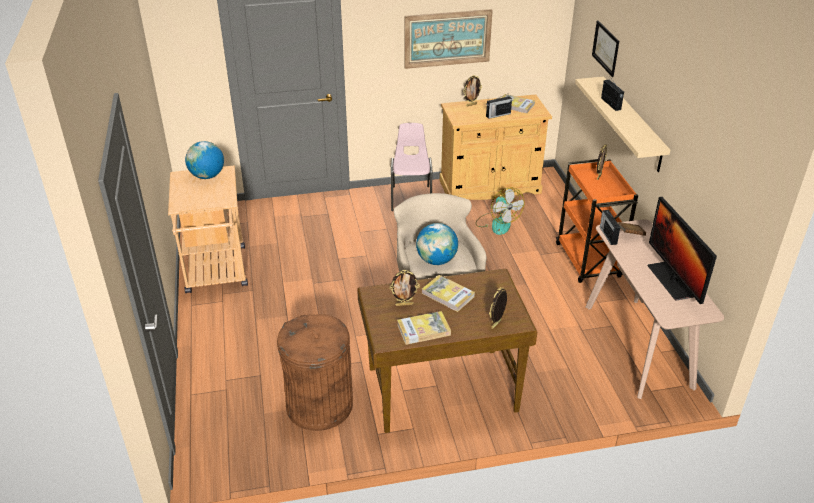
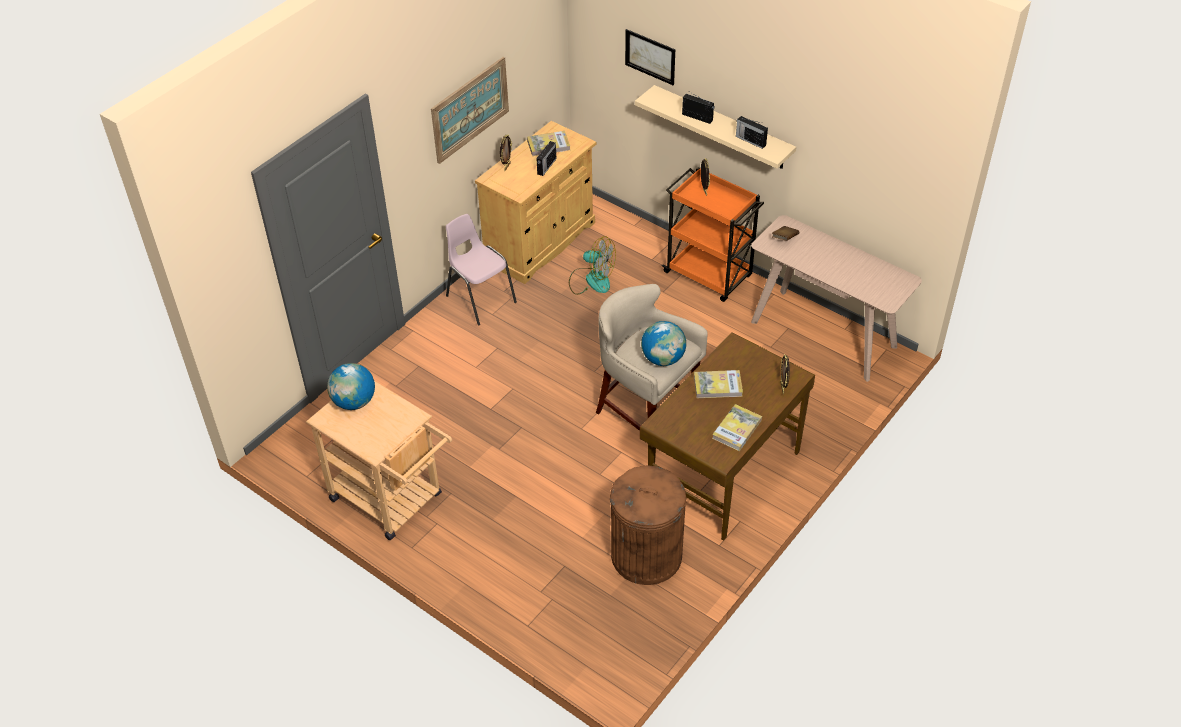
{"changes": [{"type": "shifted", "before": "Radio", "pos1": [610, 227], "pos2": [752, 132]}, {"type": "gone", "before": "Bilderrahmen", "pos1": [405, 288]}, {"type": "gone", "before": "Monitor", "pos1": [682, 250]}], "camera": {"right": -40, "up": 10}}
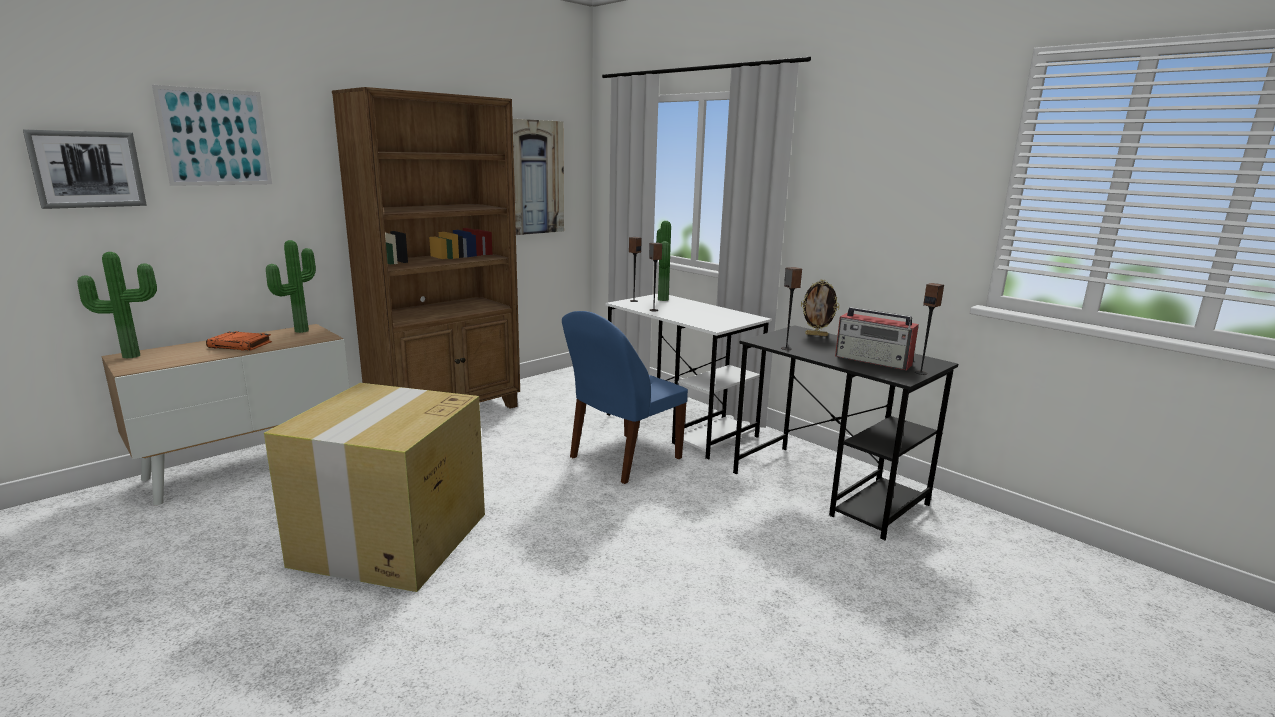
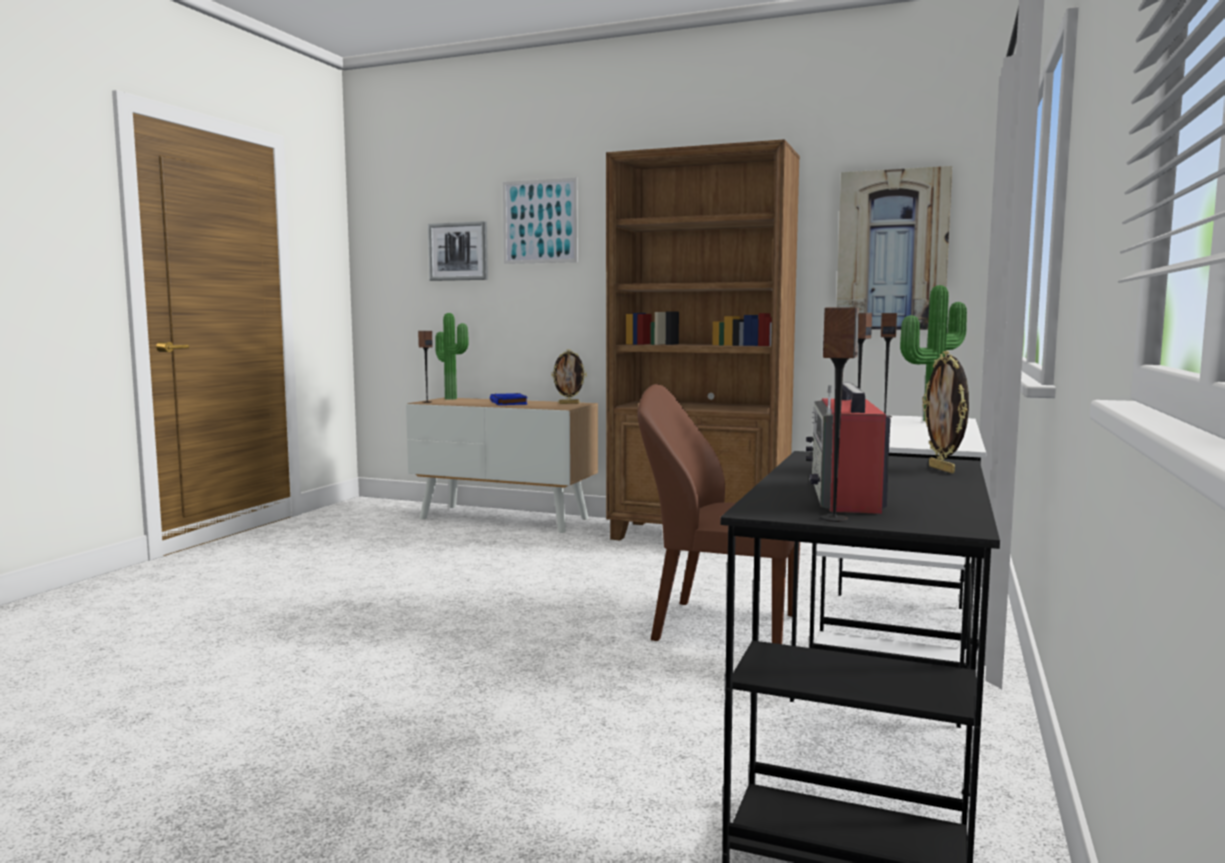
{"changes": [{"type": "shifted", "before": "Lautsprecher", "pos1": [791, 308], "pos2": [425, 367]}, {"type": "repainted", "before": "Buch (orange)", "after": "Buch (blau)", "pos1": [239, 341], "pos2": [509, 399]}, {"type": "swapped", "before": "Topfpflanze", "after": "Bilderrahmen", "pos1": [291, 286], "pos2": [569, 377]}, {"type": "repainted", "before": "Stuhl (blau)", "after": "Stuhl (braun)", "pos1": [625, 397], "pos2": [718, 514]}, {"type": "gone", "before": "Karton", "pos1": [374, 487]}], "camera": {"right": 65, "up": -10}}
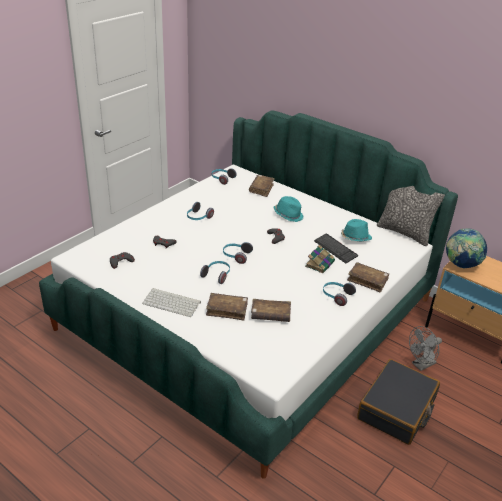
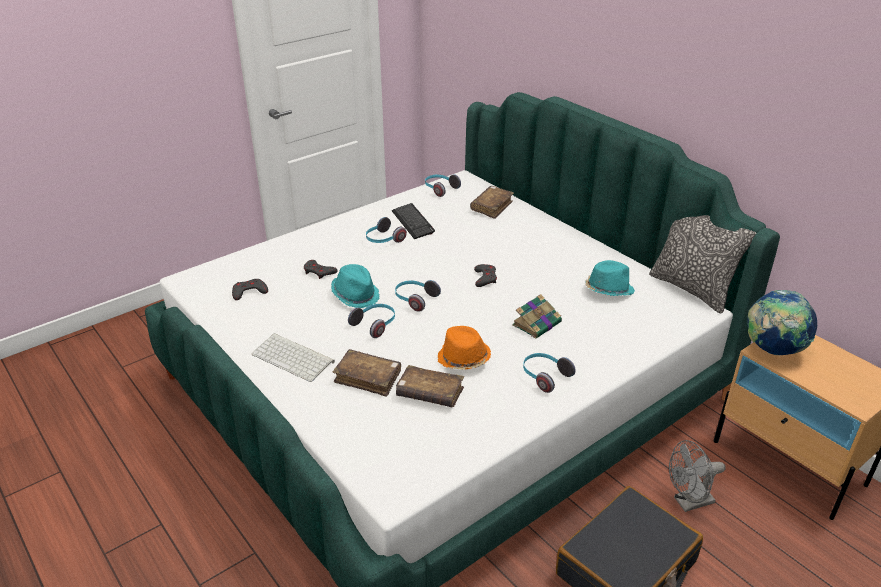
{"changes": [{"type": "shifted", "before": "Hut (türkis)", "pos1": [288, 209], "pos2": [355, 286]}, {"type": "shifted", "before": "Tastatur", "pos1": [336, 249], "pos2": [413, 221]}, {"type": "new", "after": "Hut (orange)", "pos2": [464, 348]}, {"type": "gone", "before": "Buch (braun)", "pos1": [368, 277]}], "camera": {"right": 15, "up": 0}}
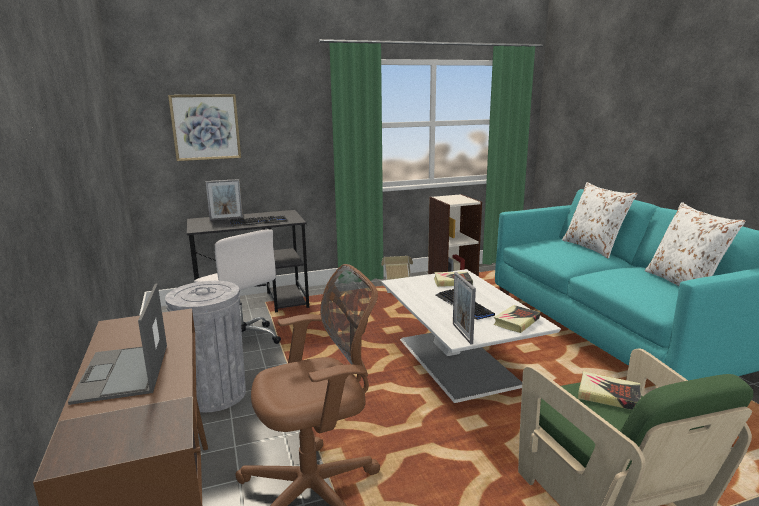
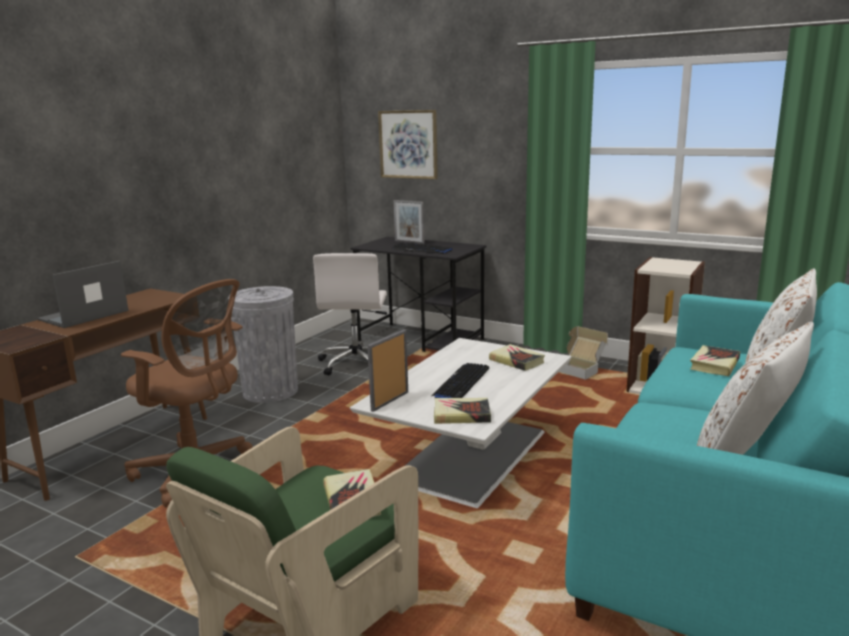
{"changes": [{"type": "new", "after": "Buch", "pos2": [715, 360]}], "camera": {"right": 50, "up": 0}}
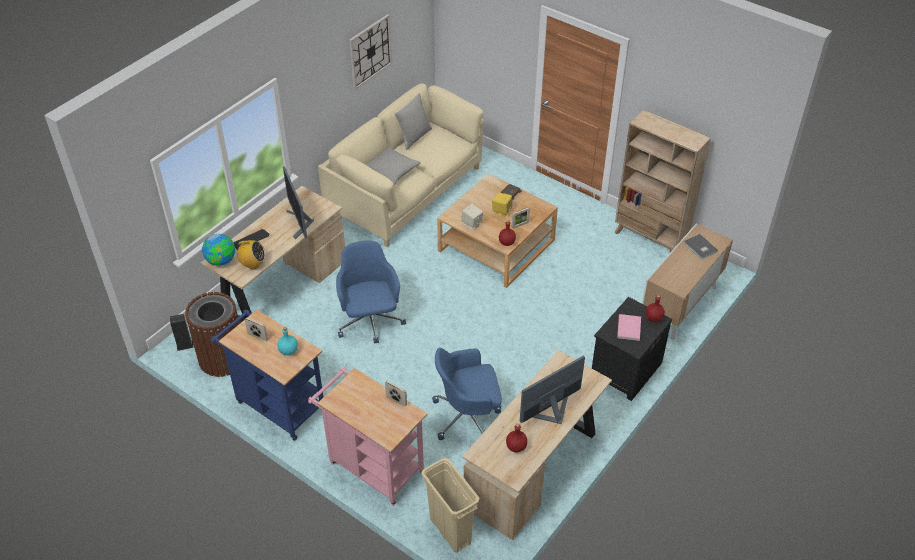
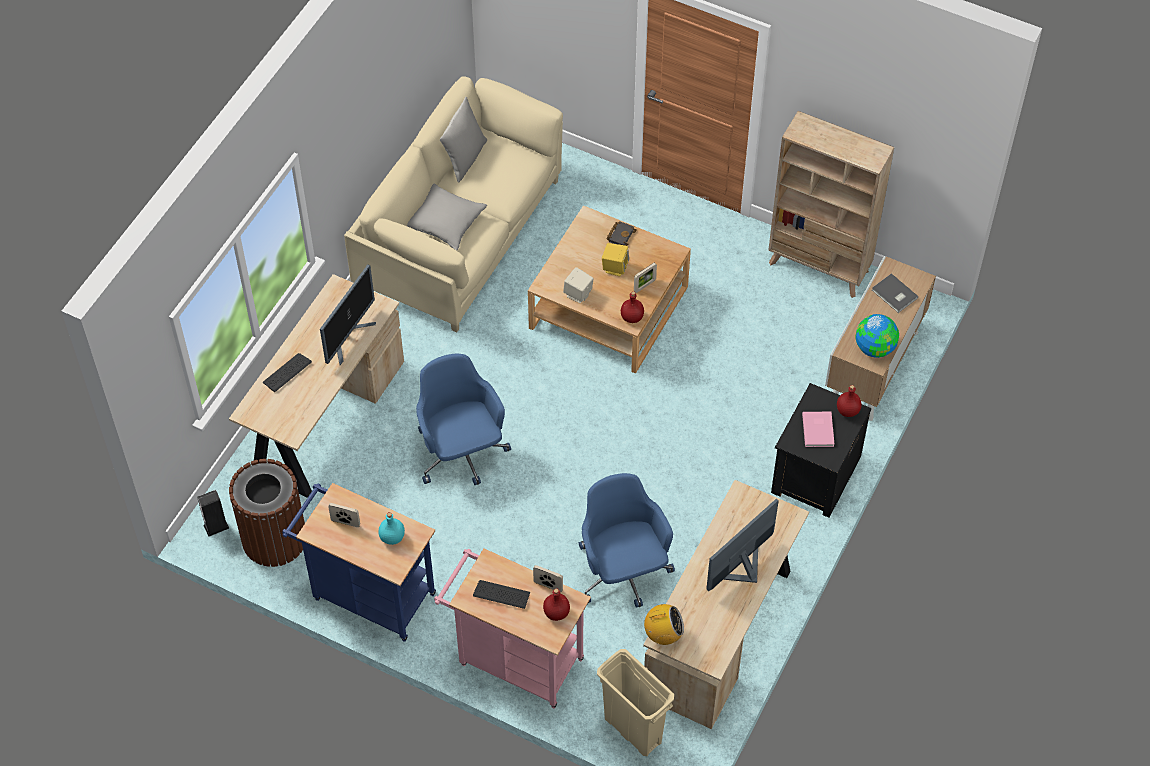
{"changes": [{"type": "rotated", "before": "Monitor", "pos1": [298, 203], "pos2": [348, 314], "turn": -120}, {"type": "new", "after": "Tastatur", "pos2": [501, 594]}, {"type": "shifted", "before": "Flasche (rot)", "pos1": [516, 438], "pos2": [556, 604]}, {"type": "rotated", "before": "Bürostuhl (blau)", "pos1": [467, 394], "pos2": [627, 540], "turn": 90}, {"type": "shifted", "before": "Radio", "pos1": [249, 254], "pos2": [664, 624]}, {"type": "shifted", "before": "Globus", "pos1": [218, 250], "pos2": [877, 336]}, {"type": "gone", "before": "Wanduhr", "pos1": [370, 52]}], "camera": {"right": -10, "up": 10}}
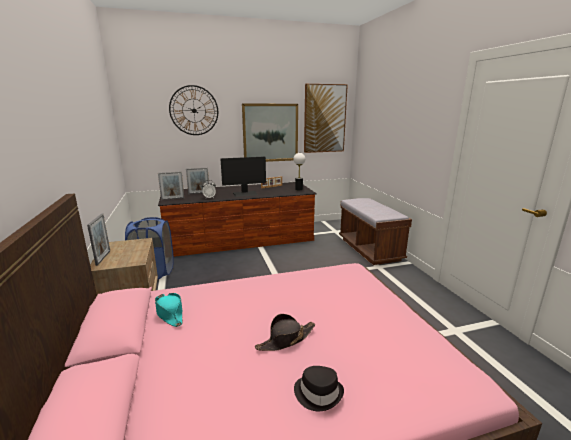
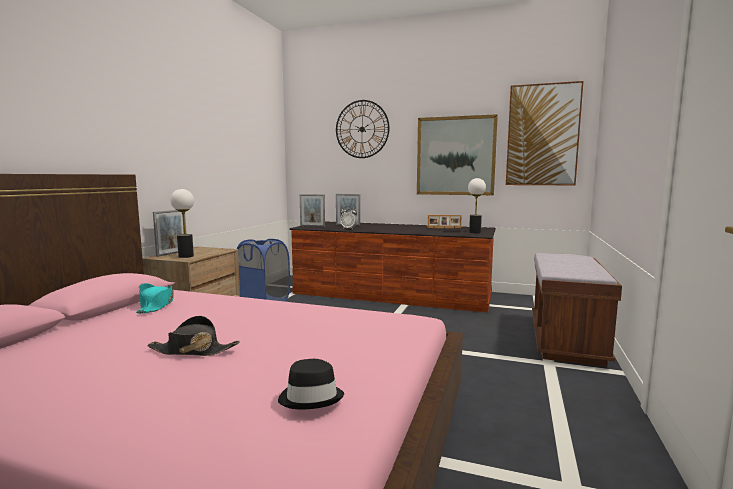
{"changes": [{"type": "new", "after": "Tischlampe", "pos2": [182, 223]}, {"type": "shifted", "before": "Hut (schwarz)", "pos1": [319, 388], "pos2": [311, 384]}, {"type": "gone", "before": "Monitor", "pos1": [243, 177]}], "camera": {"right": 35, "up": -10}}
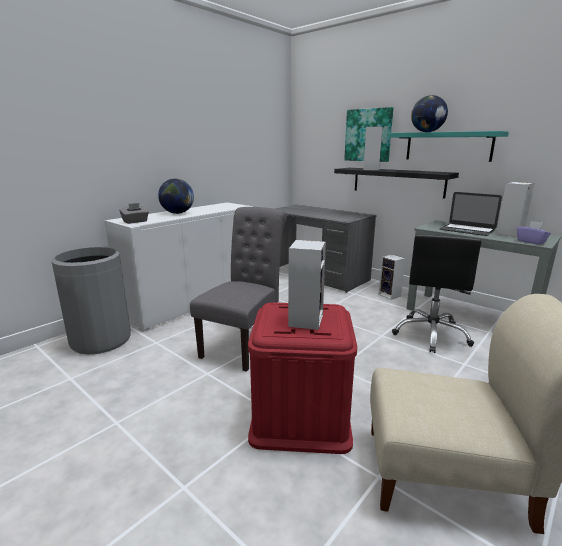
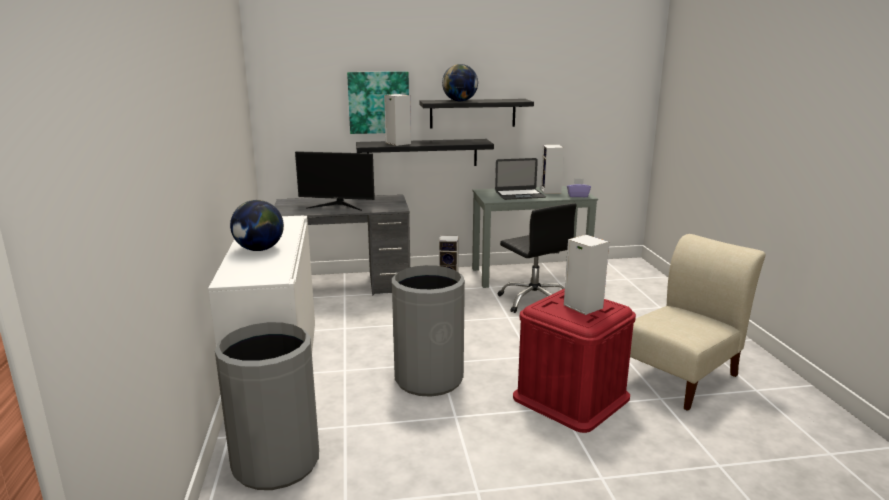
{"changes": [{"type": "new", "after": "Monitor", "pos2": [335, 181]}, {"type": "swapped", "before": "Stuhl (grau)", "after": "Mülleimer (grau)", "pos1": [238, 289], "pos2": [428, 331]}, {"type": "repainted", "before": "Wandregal (türkis)", "after": "Wandregal (schwarz)", "pos1": [448, 146], "pos2": [476, 113]}, {"type": "gone", "before": "Taschentuchbox (grau)", "pos1": [134, 213]}], "camera": {"right": -50, "up": 0}}
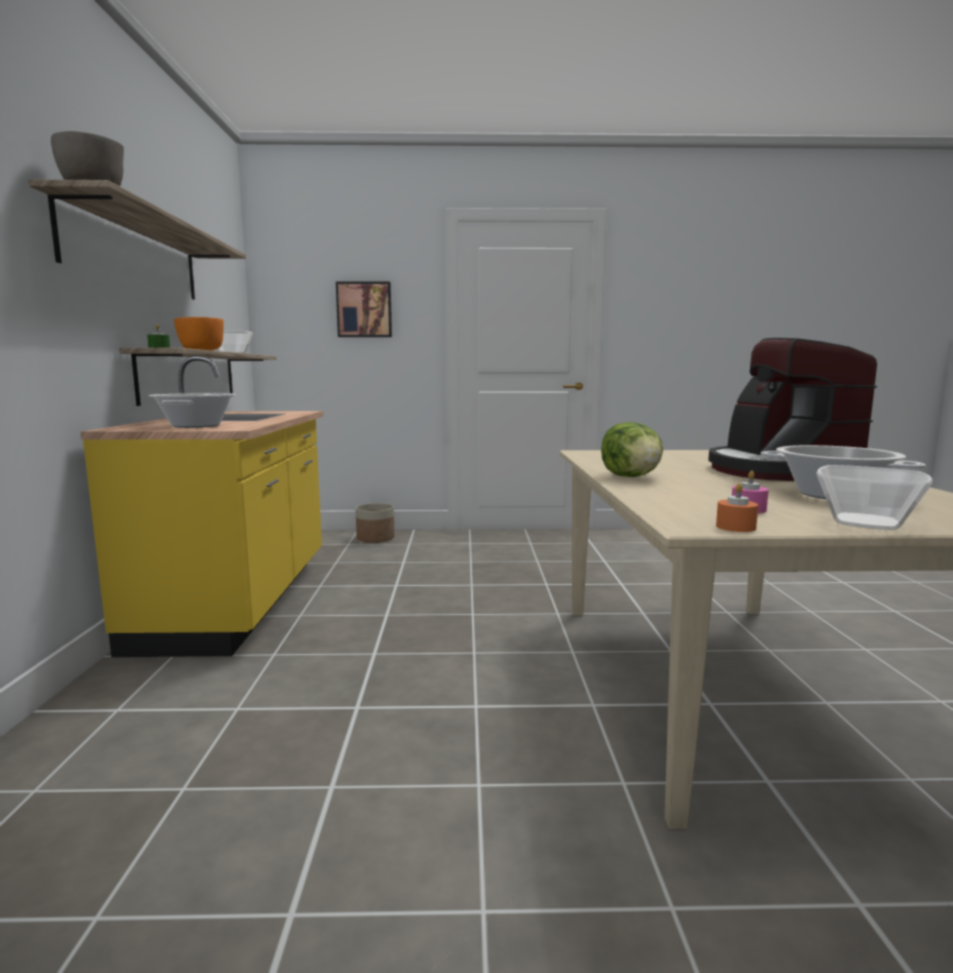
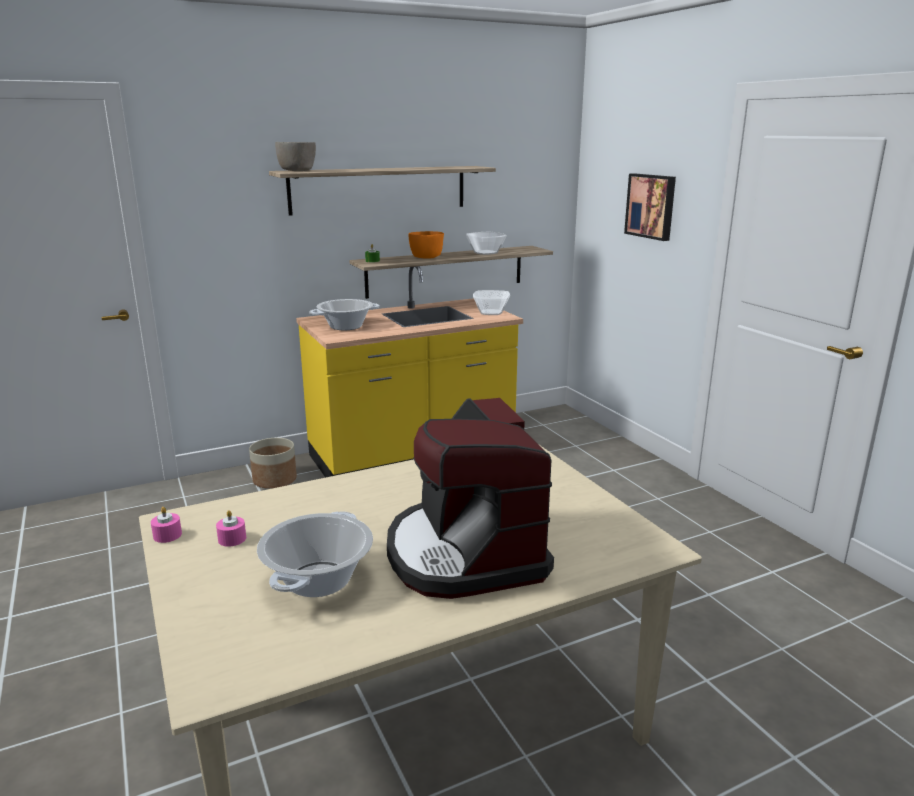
{"changes": [{"type": "repainted", "before": "Kerze (orange)", "after": "Kerze (rosa)", "pos1": [737, 507], "pos2": [166, 525]}, {"type": "shifted", "before": "Pflanzkübel", "pos1": [375, 523], "pos2": [273, 463]}, {"type": "rotated", "before": "Kaffeemaschine", "pos1": [792, 409], "pos2": [470, 498], "turn": -75}, {"type": "shifted", "before": "Schüssel", "pos1": [875, 497], "pos2": [491, 302]}, {"type": "gone", "before": "Salatkopf", "pos1": [632, 449]}], "camera": {"right": 65, "up": 10}}
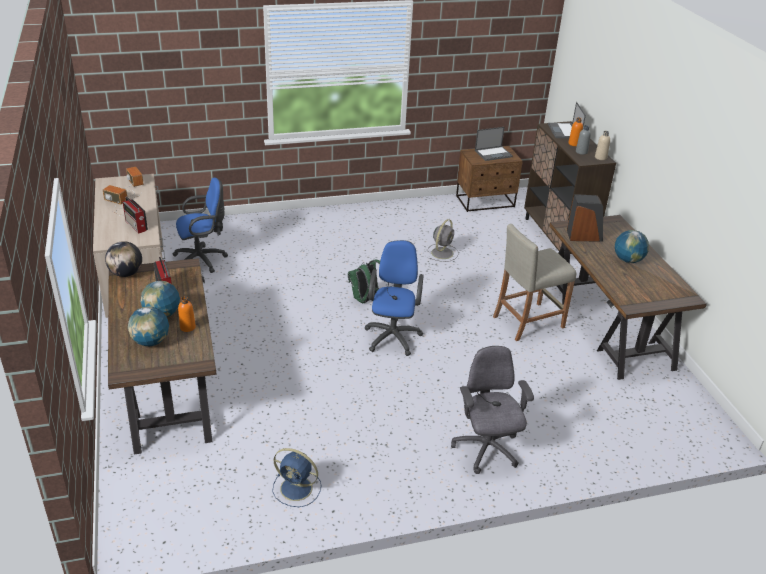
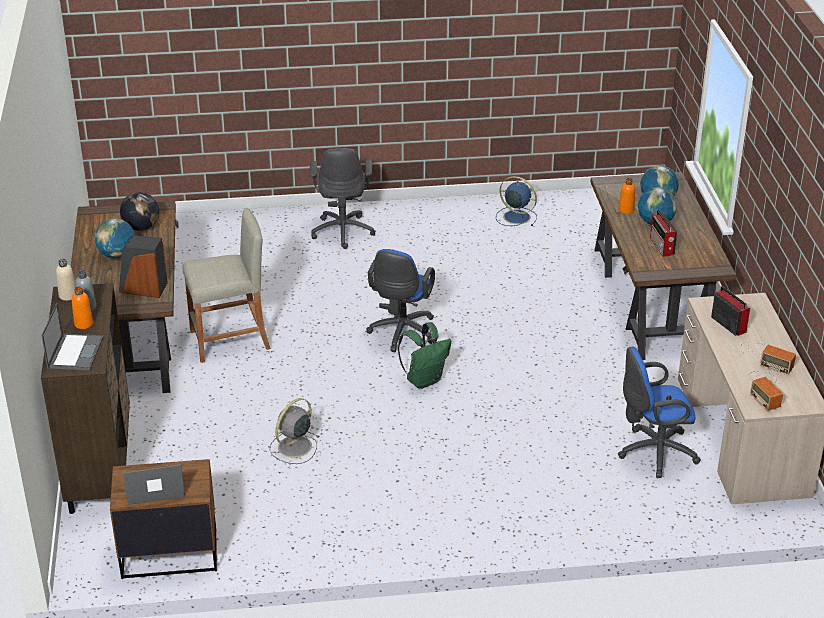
{"changes": [{"type": "shifted", "before": "Globus", "pos1": [123, 259], "pos2": [139, 211]}], "camera": {"right": -170, "up": 0}}
